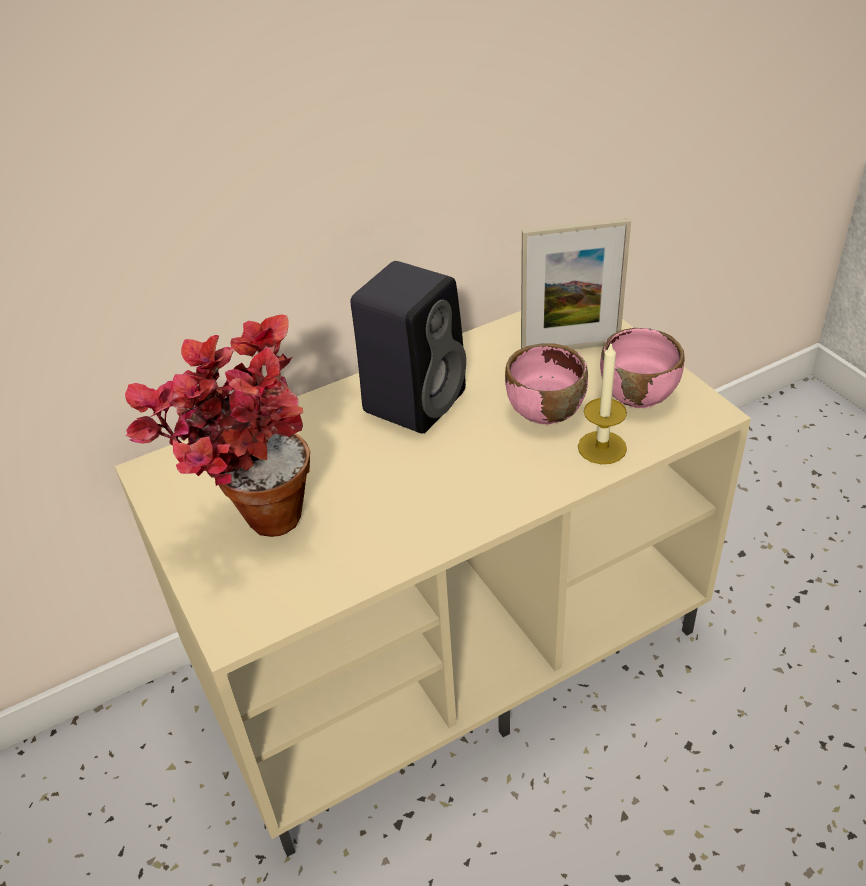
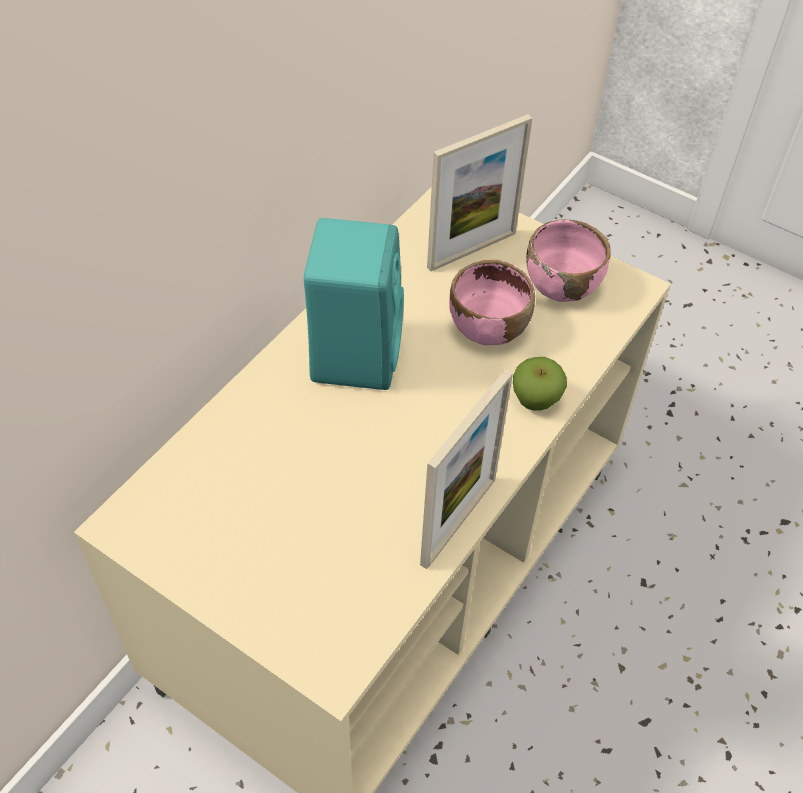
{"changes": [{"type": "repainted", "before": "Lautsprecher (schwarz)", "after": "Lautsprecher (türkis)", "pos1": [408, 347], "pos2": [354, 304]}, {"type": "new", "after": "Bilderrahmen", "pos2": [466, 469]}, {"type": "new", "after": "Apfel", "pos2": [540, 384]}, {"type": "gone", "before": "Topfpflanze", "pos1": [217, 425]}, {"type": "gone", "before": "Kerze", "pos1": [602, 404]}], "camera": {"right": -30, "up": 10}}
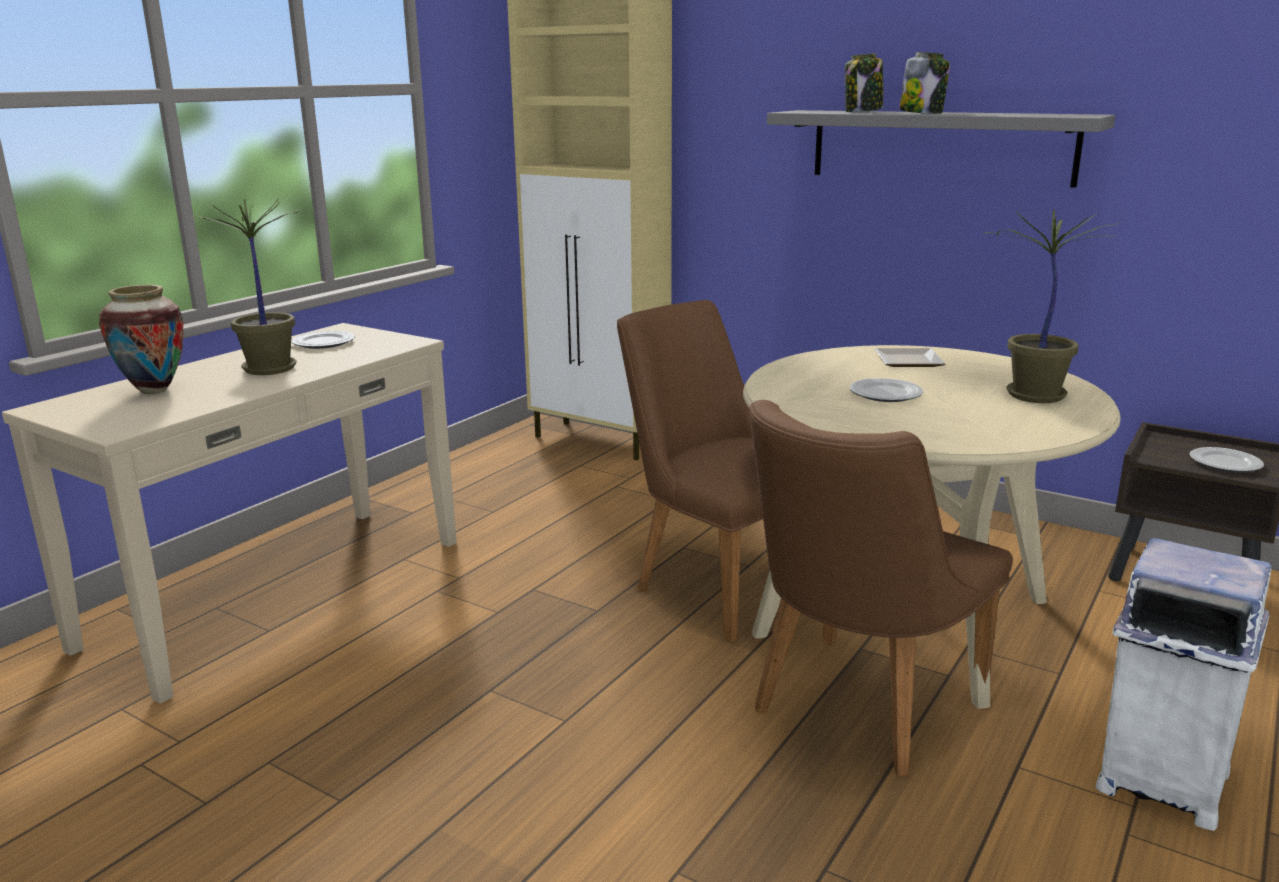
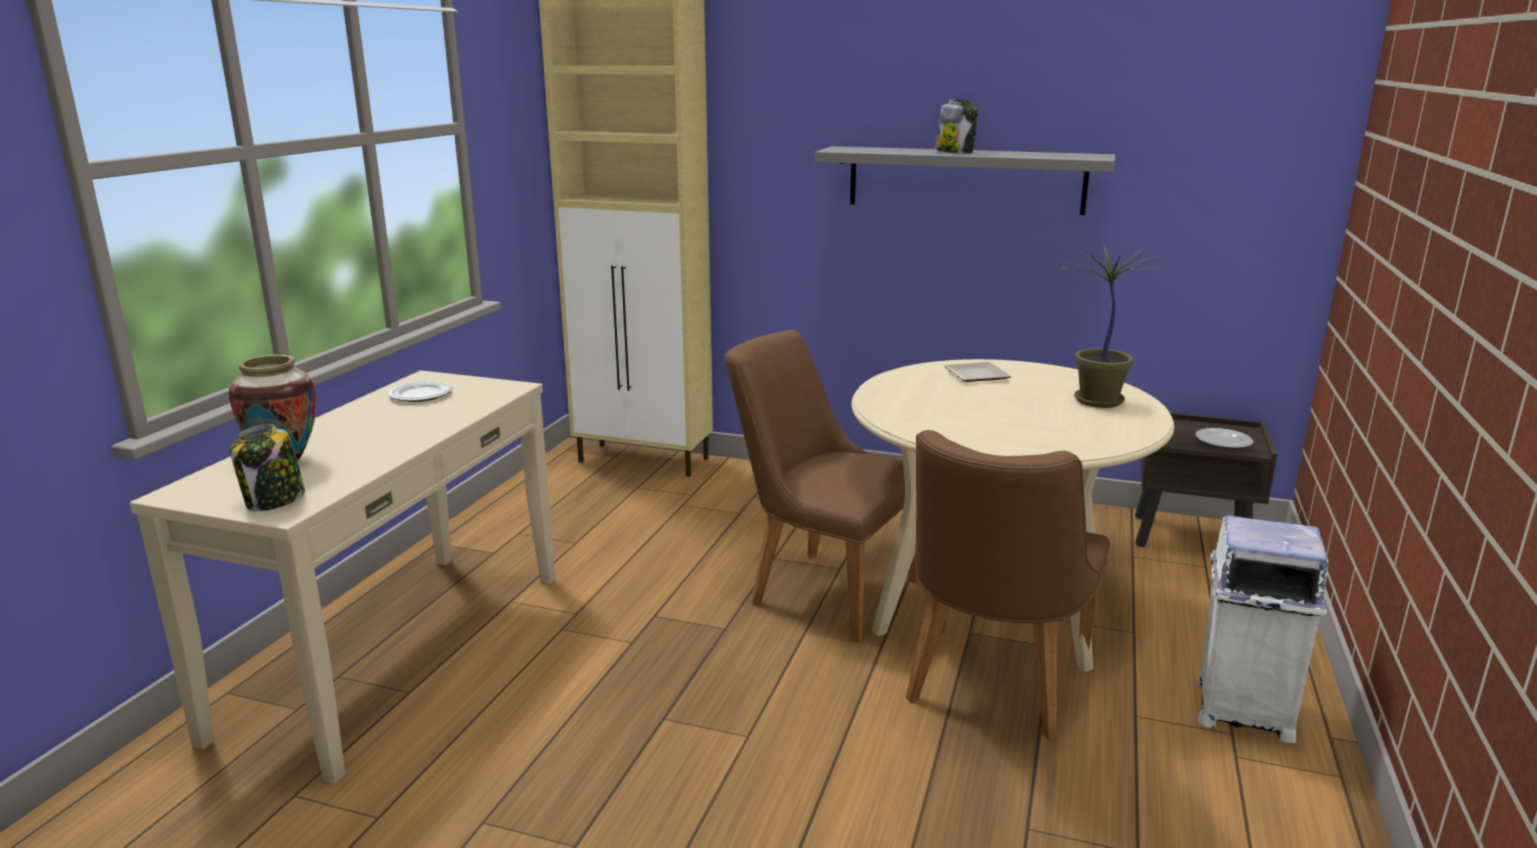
{"changes": [{"type": "shifted", "before": "Vorratsglas", "pos1": [864, 82], "pos2": [267, 467]}, {"type": "gone", "before": "Topfpflanze", "pos1": [247, 287]}, {"type": "gone", "before": "Teller", "pos1": [886, 390]}], "camera": {"right": -15, "up": 0}}
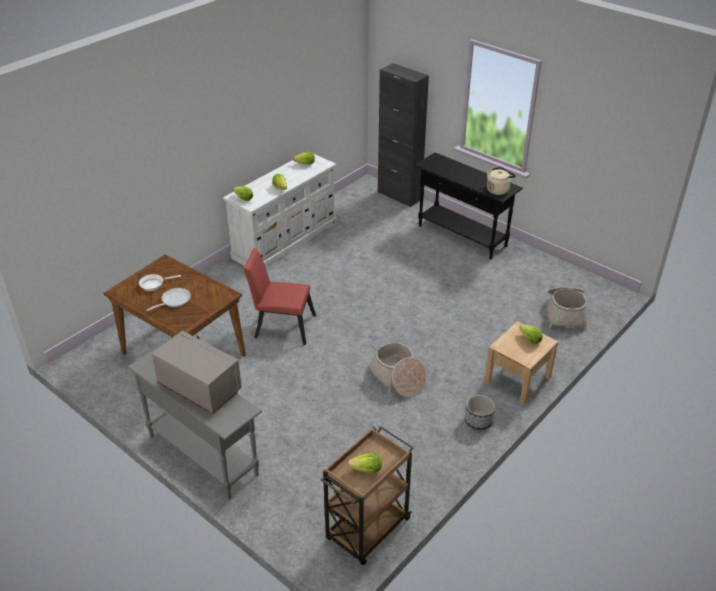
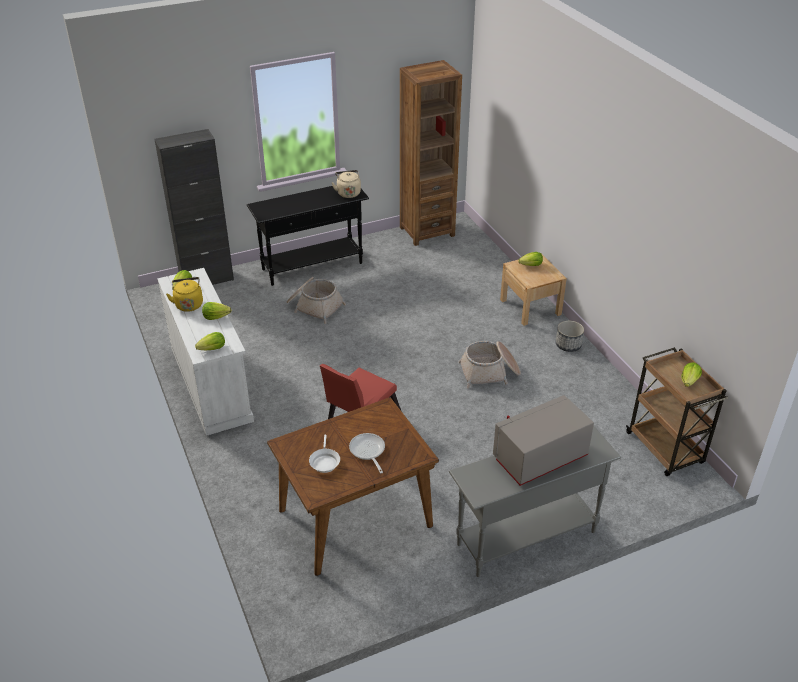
{"changes": [{"type": "new", "after": "Wasserkessel (gelb)", "pos2": [184, 294]}, {"type": "shifted", "before": "Korb", "pos1": [566, 309], "pos2": [316, 300]}, {"type": "new", "after": "Bücherregal (braun)", "pos2": [431, 153]}], "camera": {"right": -65, "up": 0}}
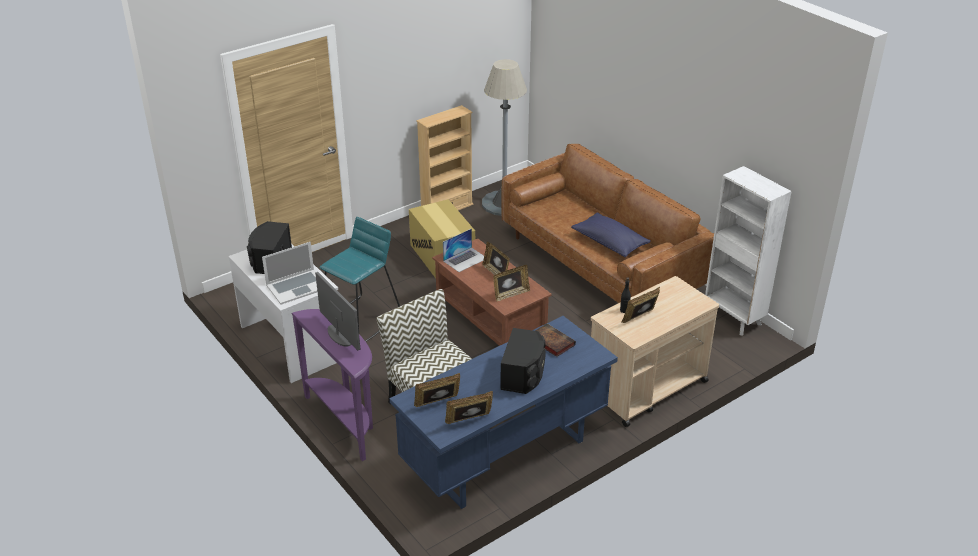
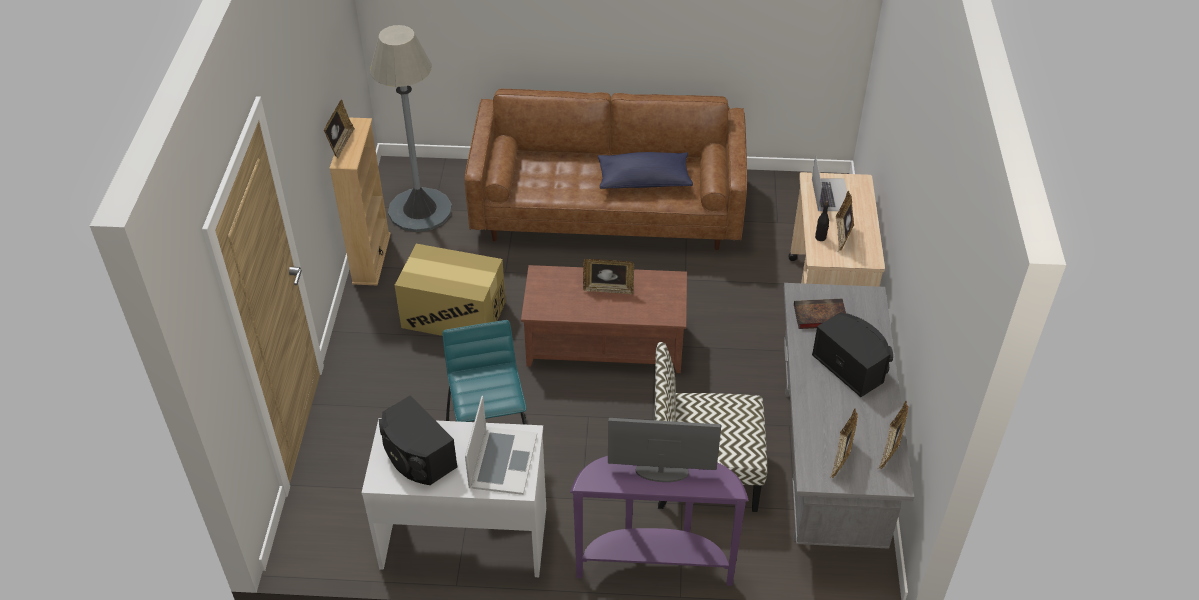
{"changes": [{"type": "shifted", "before": "Bilderrahmen", "pos1": [511, 283], "pos2": [339, 129]}, {"type": "repainted", "before": "Schreibtisch (blau)", "after": "Schreibtisch (grau)", "pos1": [504, 412], "pos2": [849, 416]}, {"type": "shifted", "before": "Laptop", "pos1": [463, 250], "pos2": [829, 183]}, {"type": "gone", "before": "Bücherregal (weiß)", "pos1": [748, 251]}], "camera": {"right": -50, "up": 10}}
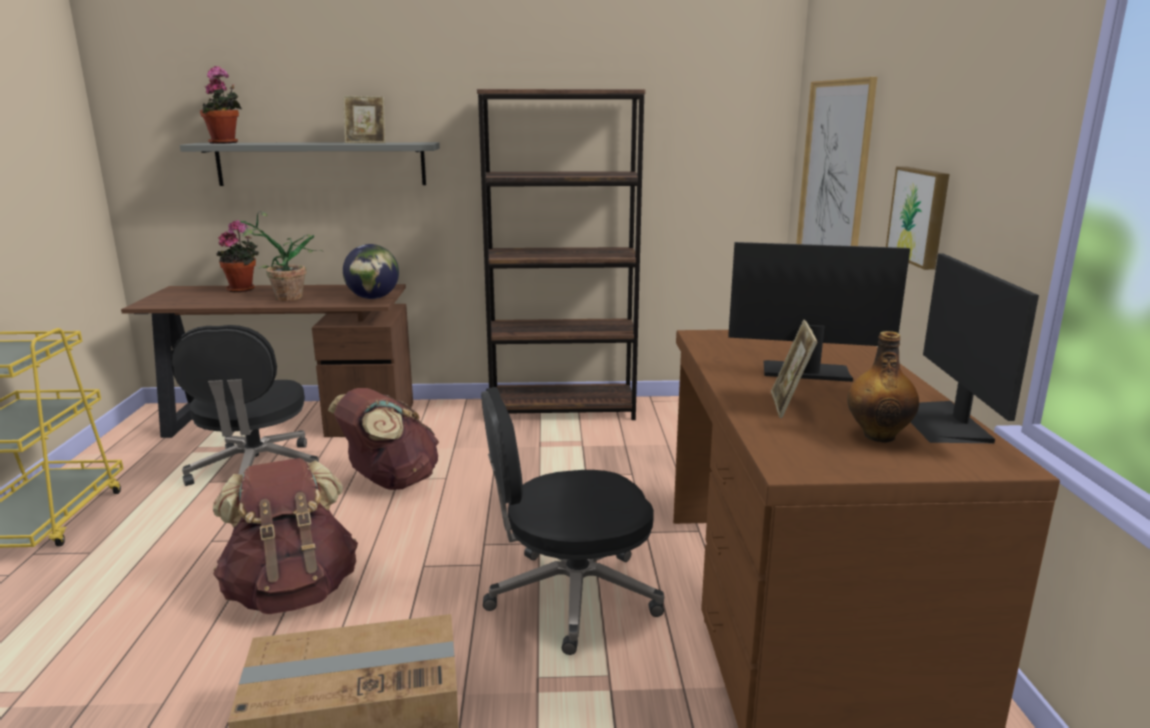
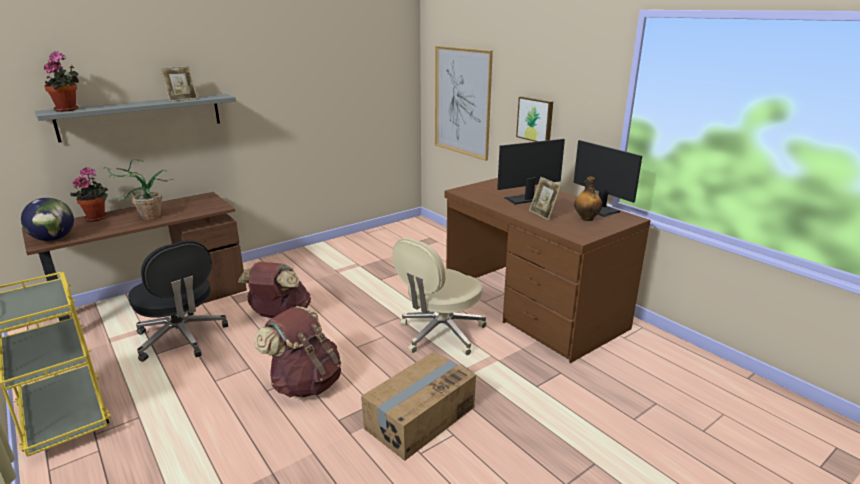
{"changes": [{"type": "shifted", "before": "Globus", "pos1": [371, 271], "pos2": [47, 219]}, {"type": "repainted", "before": "Bürostuhl (schwarz)", "after": "Bürostuhl (beige)", "pos1": [572, 521], "pos2": [439, 296]}, {"type": "gone", "before": "Bücherregal (braun)", "pos1": [561, 254]}], "camera": {"right": -35, "up": 5}}
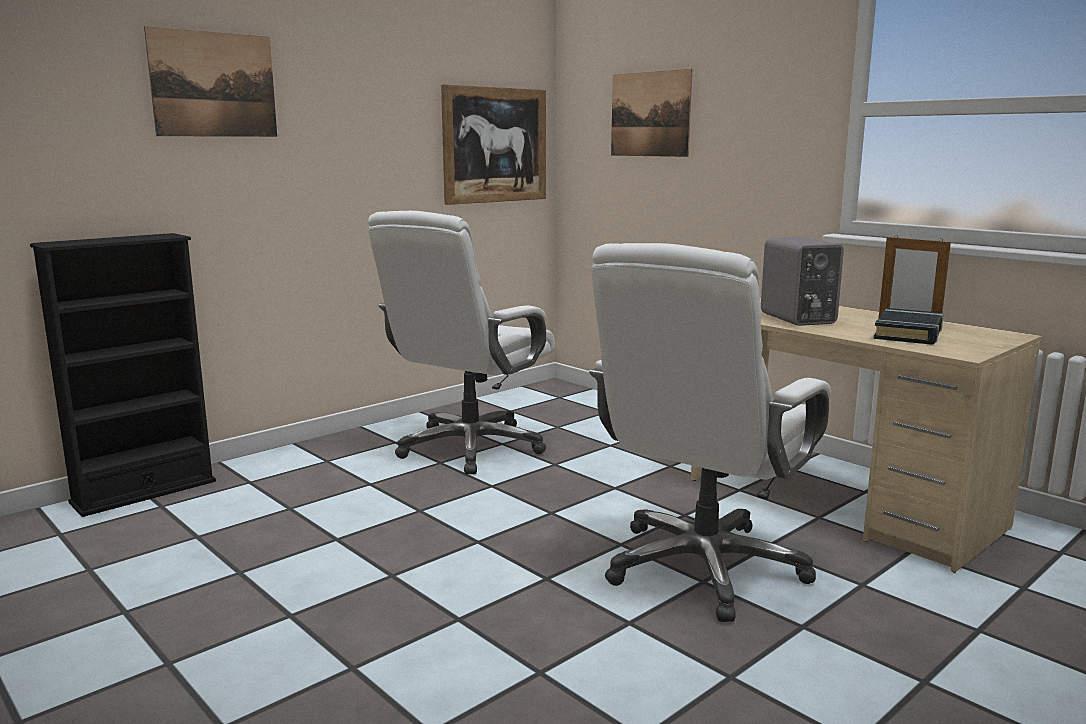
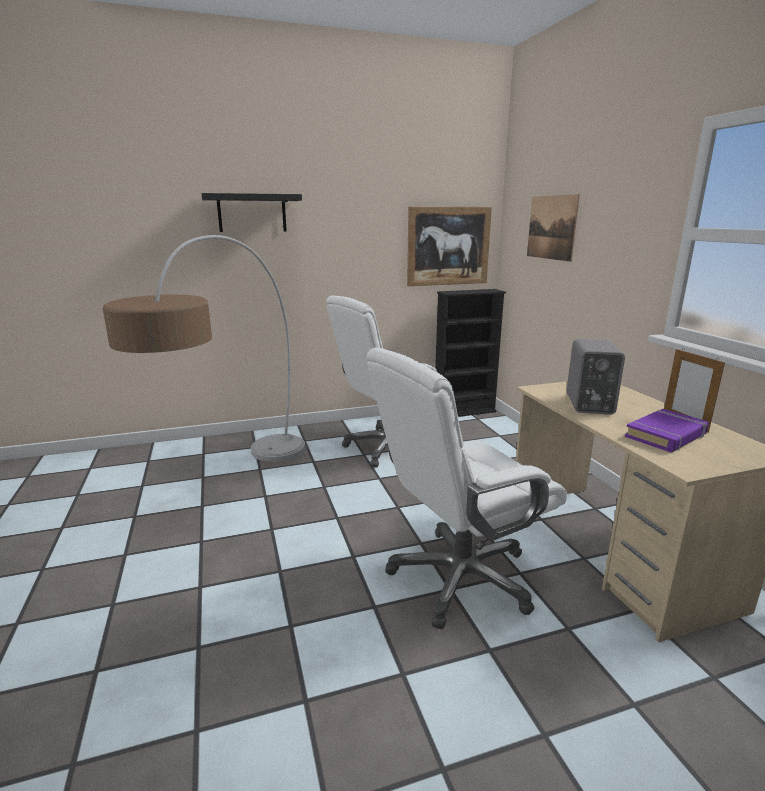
{"changes": [{"type": "new", "after": "Stehlampe", "pos2": [204, 348]}, {"type": "swapped", "before": "Bild", "after": "Wandregal (schwarz)", "pos1": [210, 81], "pos2": [251, 212]}, {"type": "shifted", "before": "Bücherregal (schwarz)", "pos1": [123, 375], "pos2": [470, 353]}, {"type": "repainted", "before": "Buch (schwarz)", "after": "Buch (lila)", "pos1": [909, 326], "pos2": [667, 430]}], "camera": {"right": 25, "up": 5}}
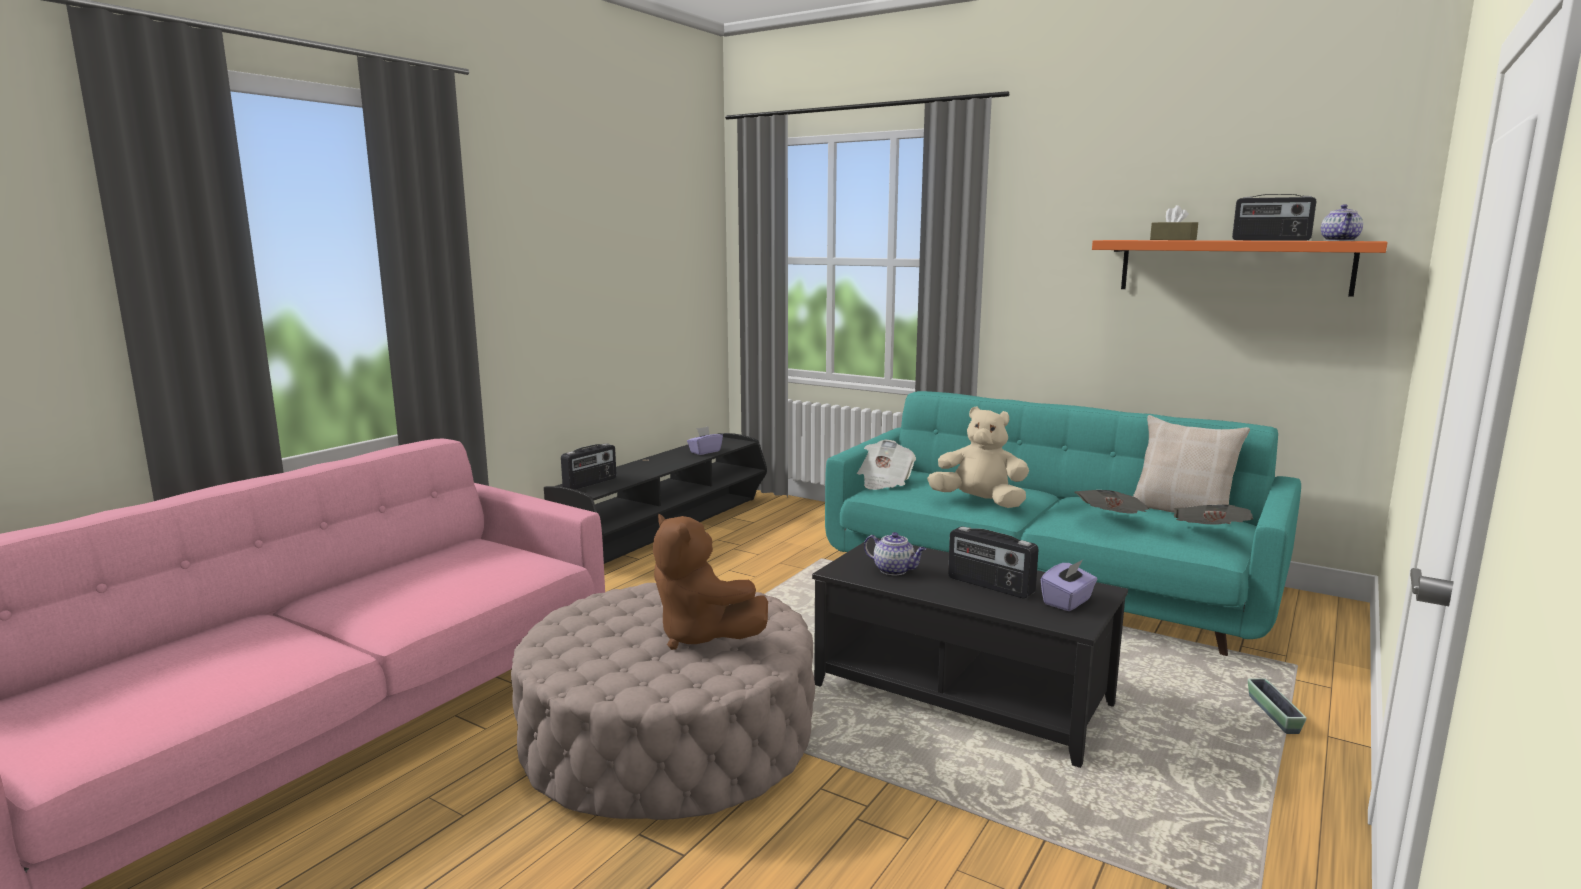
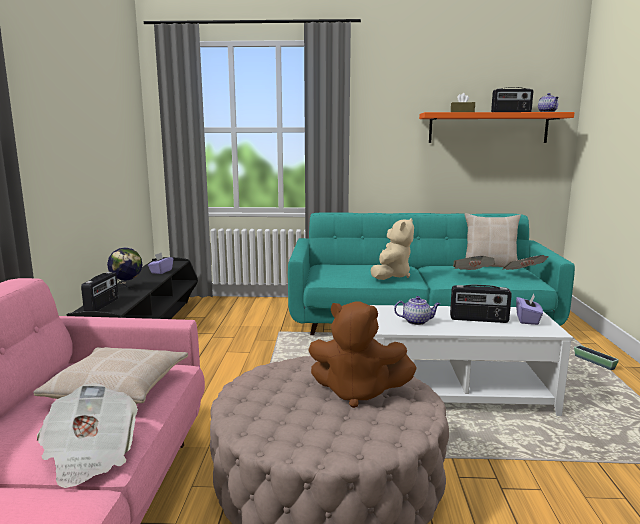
{"changes": [{"type": "new", "after": "Kissen (beige)", "pos2": [110, 375]}, {"type": "shifted", "before": "Zeitung", "pos1": [886, 465], "pos2": [87, 435]}, {"type": "new", "after": "Globus", "pos2": [125, 268]}, {"type": "rotated", "before": "Plüschtier (beige)", "pos1": [978, 457], "pos2": [392, 249], "turn": 120}, {"type": "repainted", "before": "Couchtisch (schwarz)", "after": "Couchtisch (weiß)", "pos1": [970, 653], "pos2": [472, 360]}], "camera": {"right": -30, "up": 0}}
